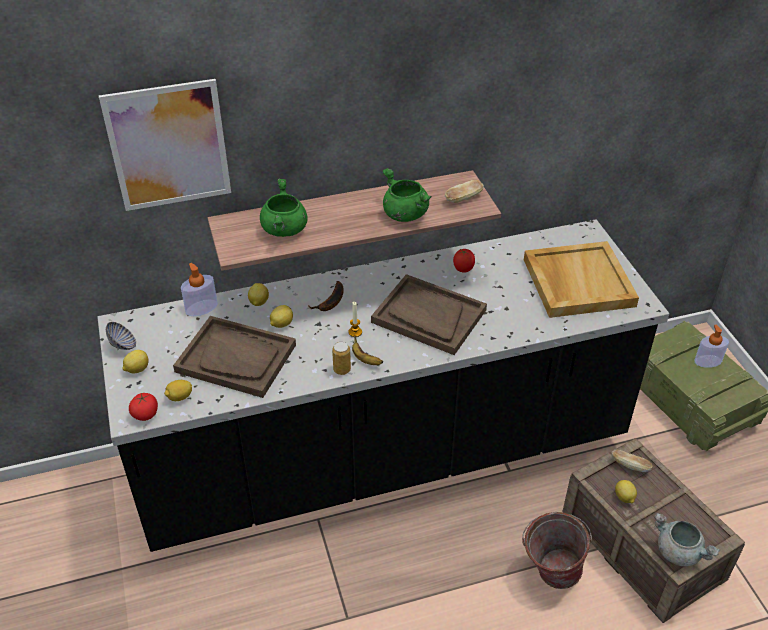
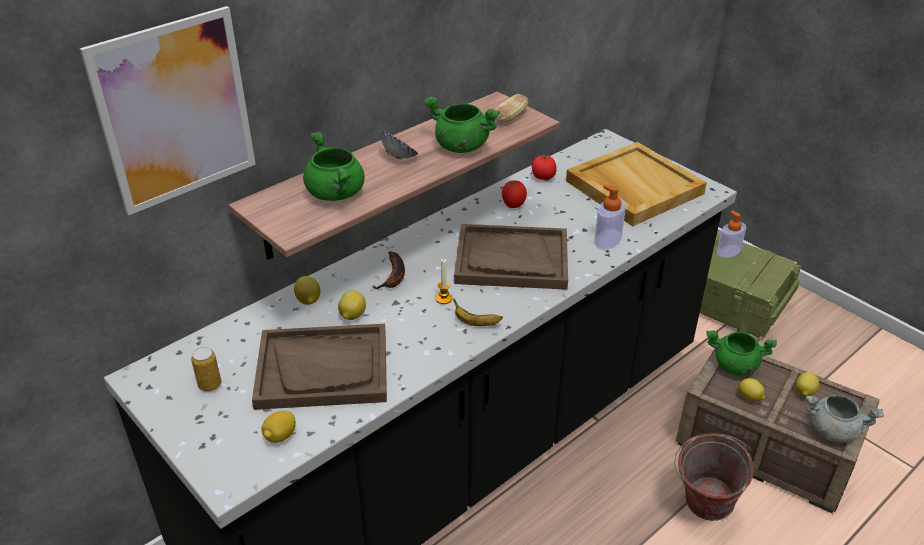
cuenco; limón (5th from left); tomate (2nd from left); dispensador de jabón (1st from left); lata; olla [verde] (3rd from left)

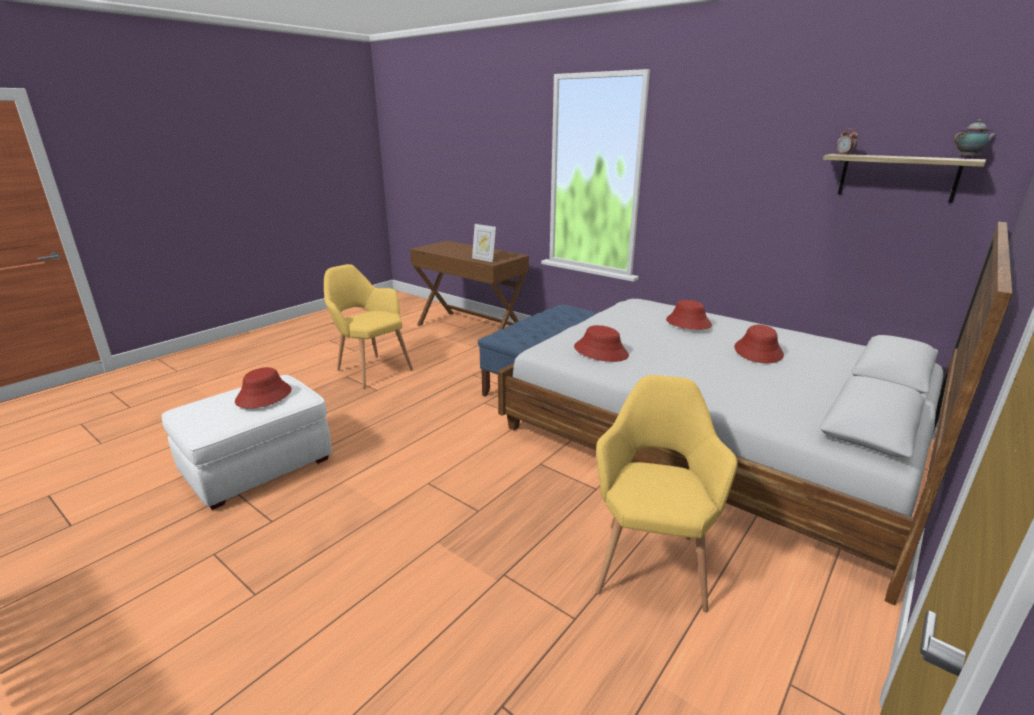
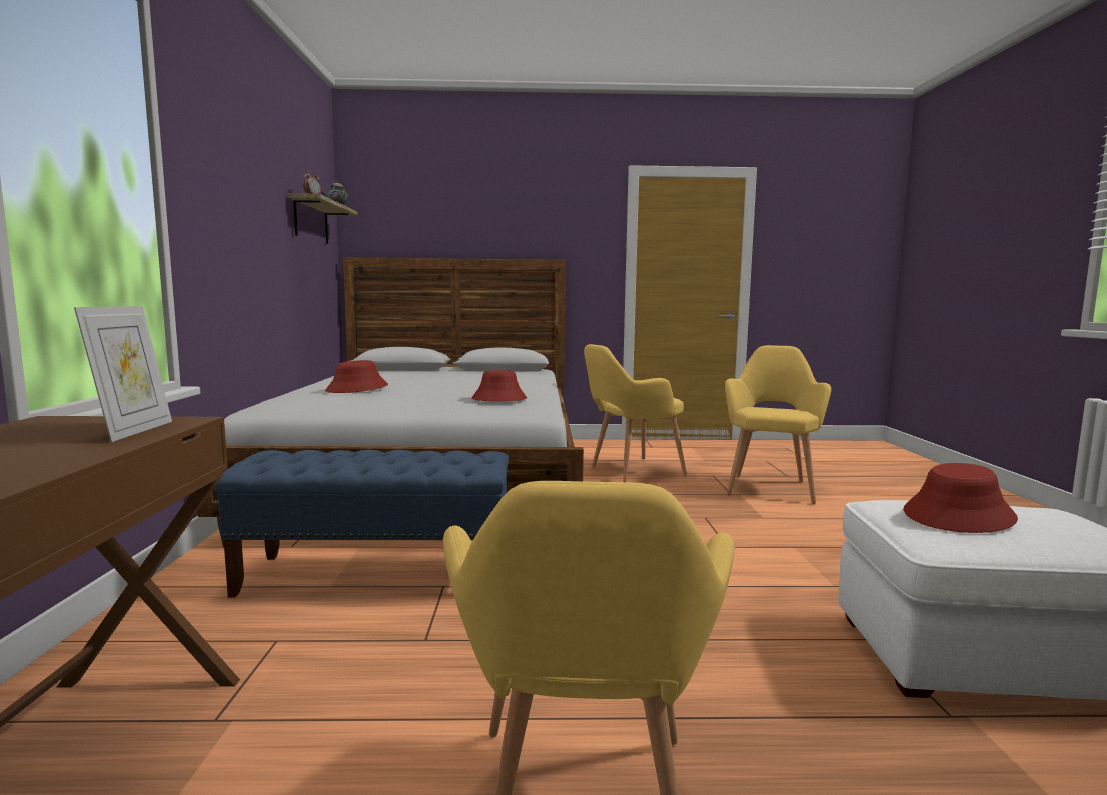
sombrero [rojo] (4th from left in the first image); sillón [amarillo] (3rd from left)

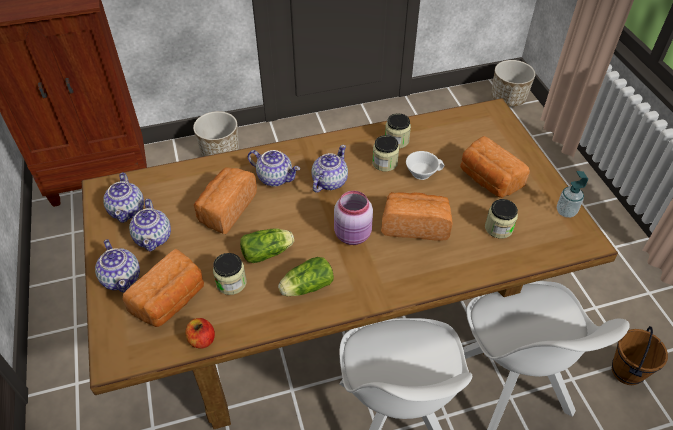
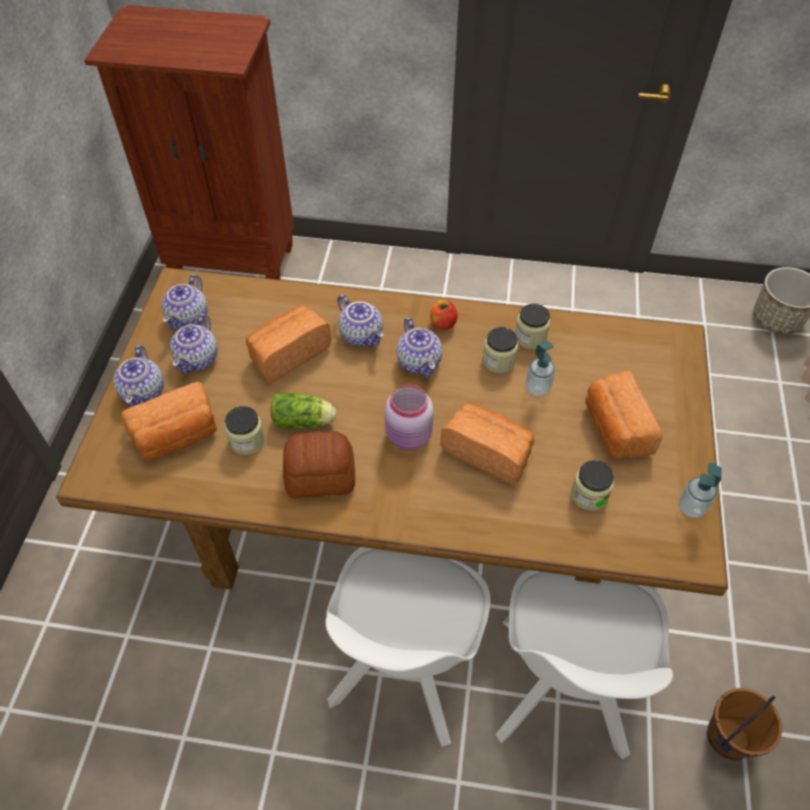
maceta (1st from left in the first image); manzana; pan (3rd from left); dispensador de jabón (1st from left); tetera (5th from left)

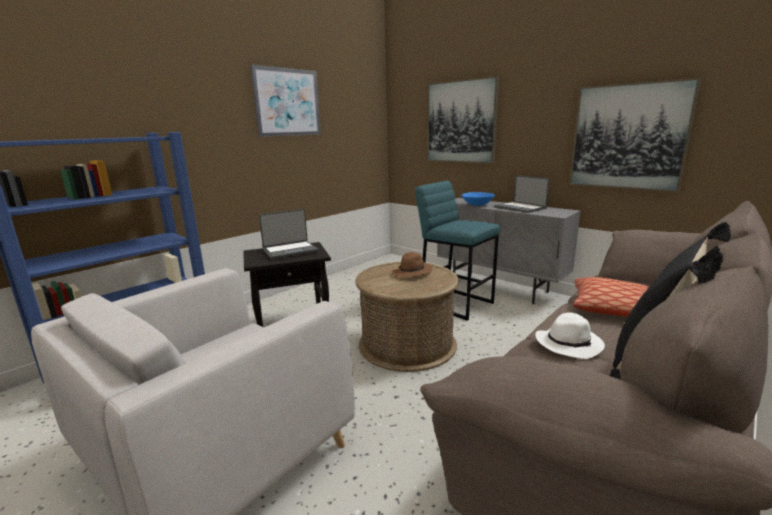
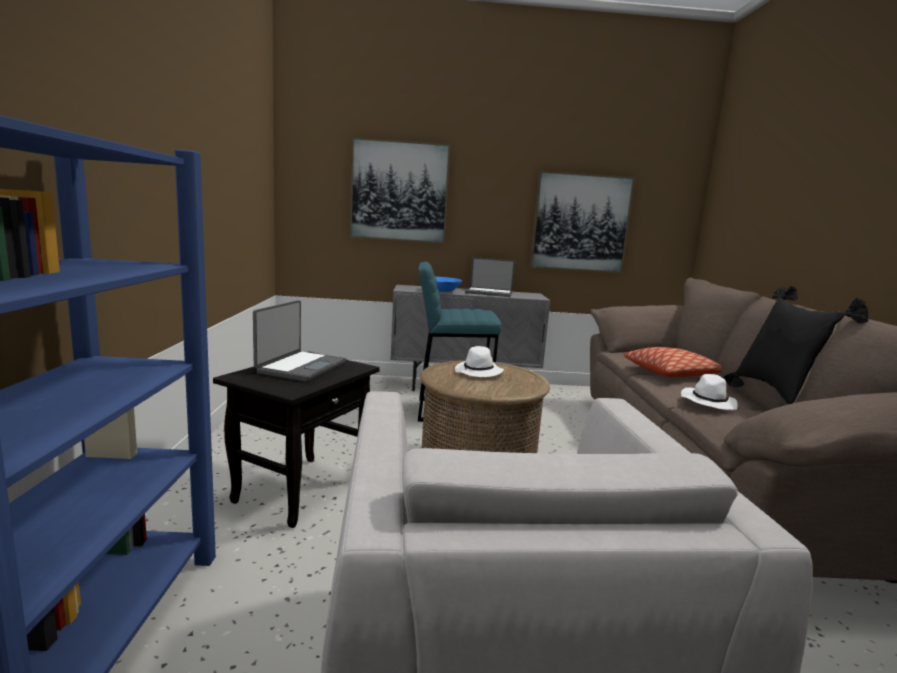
cuadro (1st from left in the first image); sombrero [blanco] (1st from left)

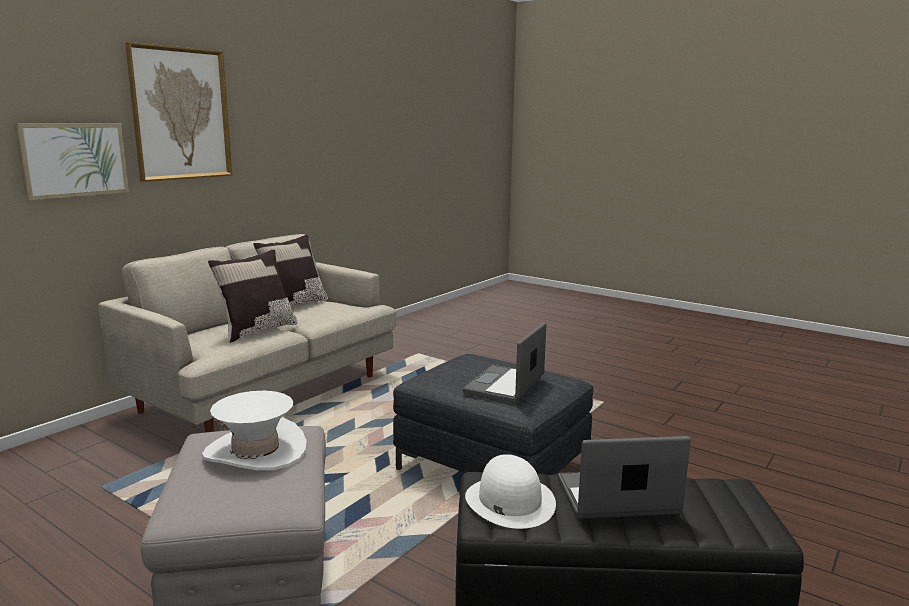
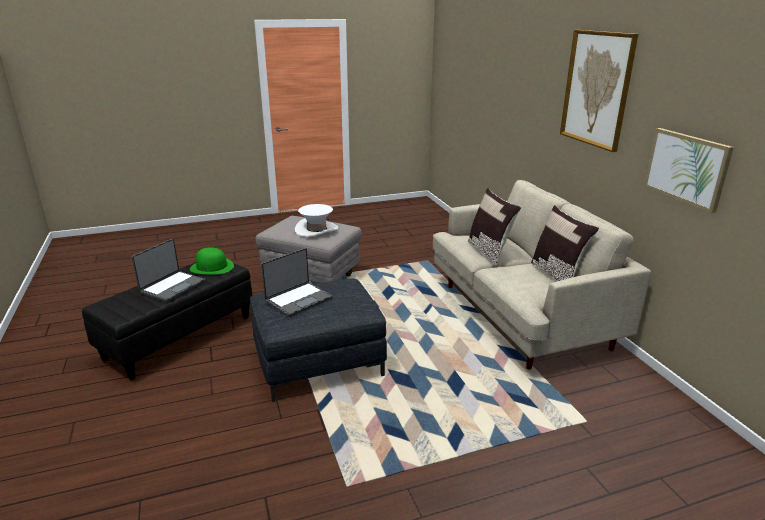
cuadro (2nd from left); sombrero [verde]; portátil (2nd from left)

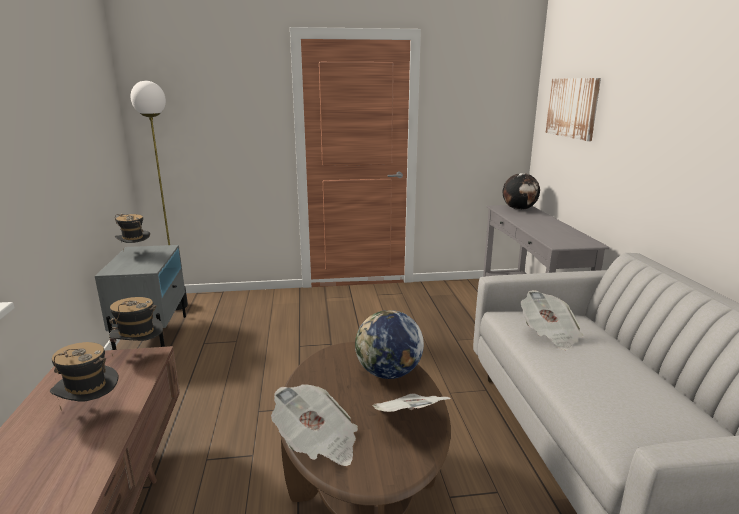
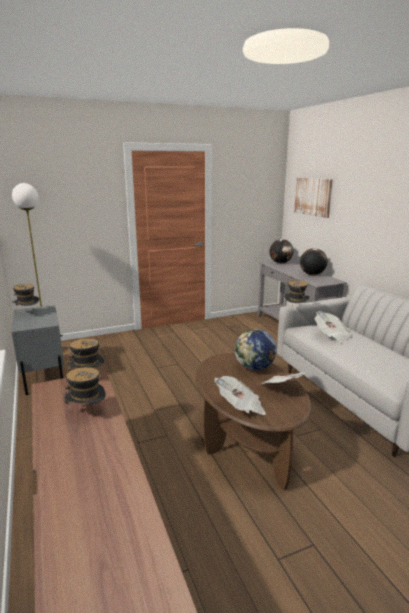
sombrero (4th from left); globo terráqueo (3rd from left)

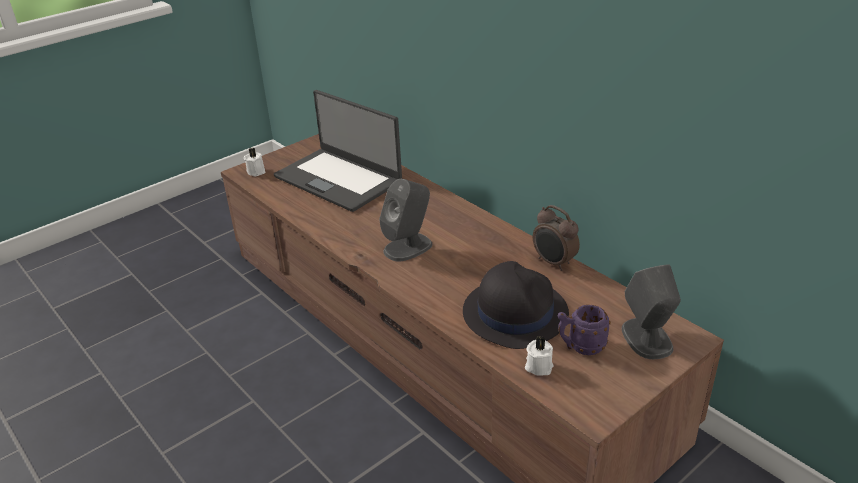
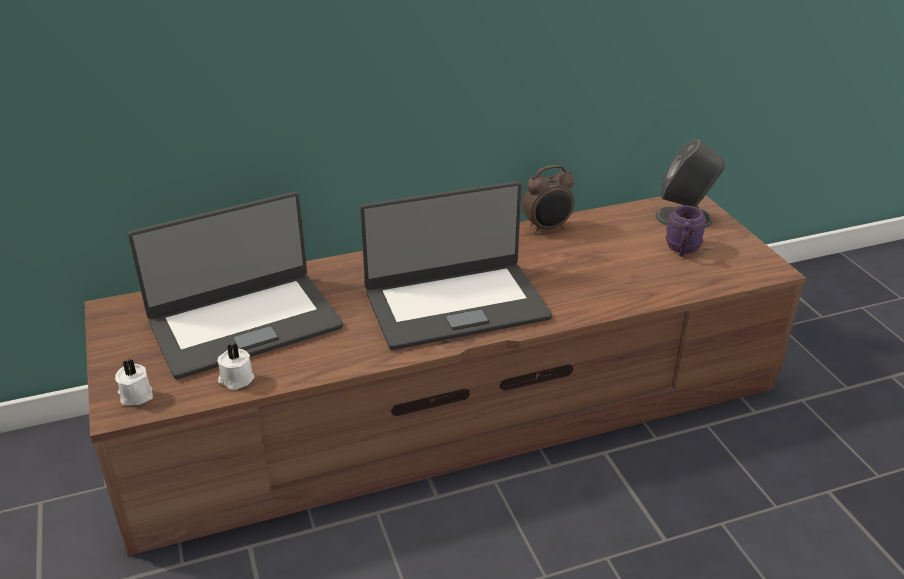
sombrero [negro]; vela [blanco] (2nd from left); portátil (2nd from left)

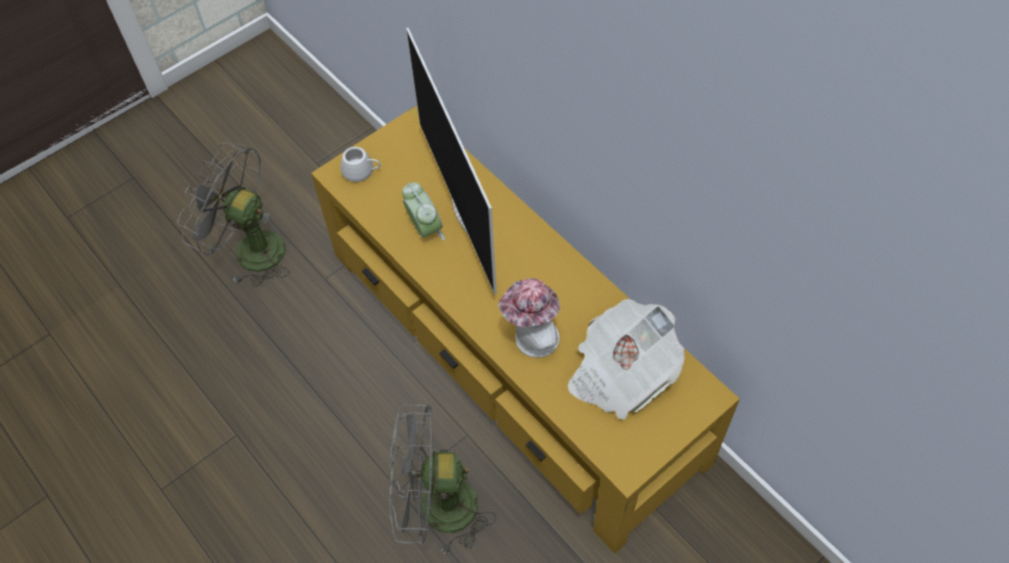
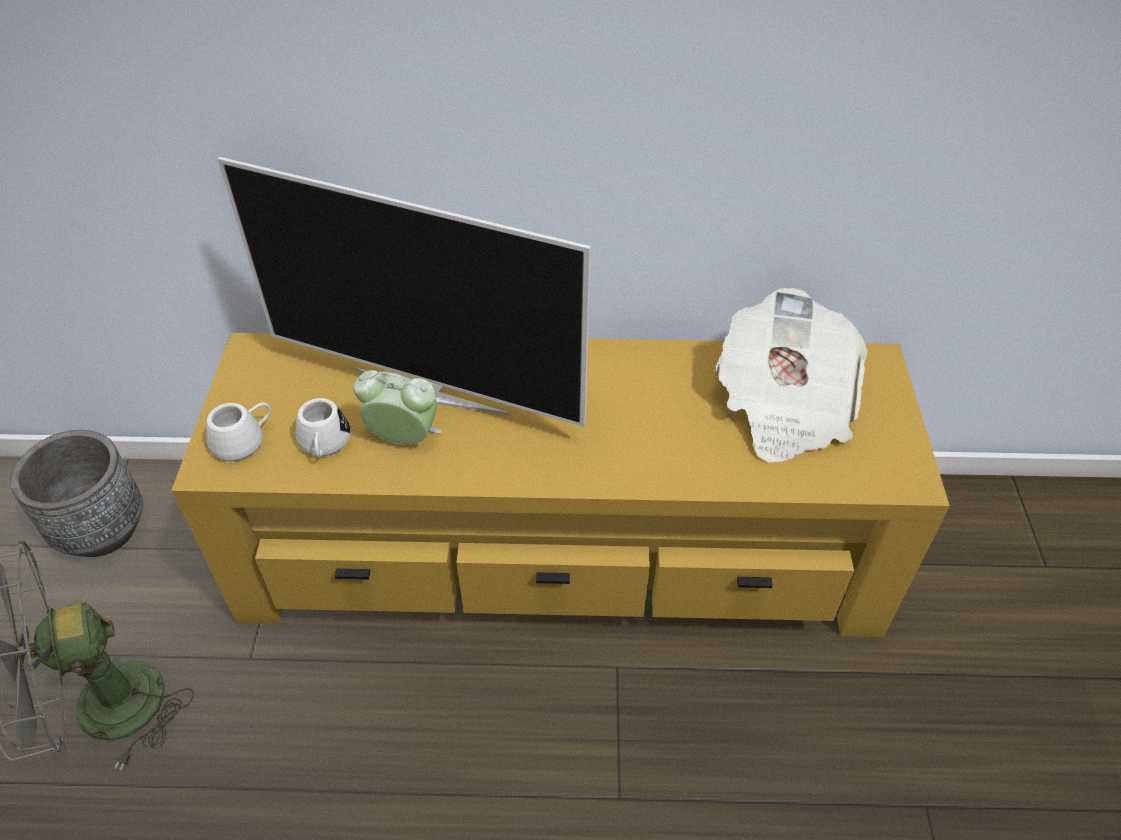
ventilador [gris] (2nd from left in the first image); sombrero; maceta [gris]; taza grande [blanco] (2nd from left)

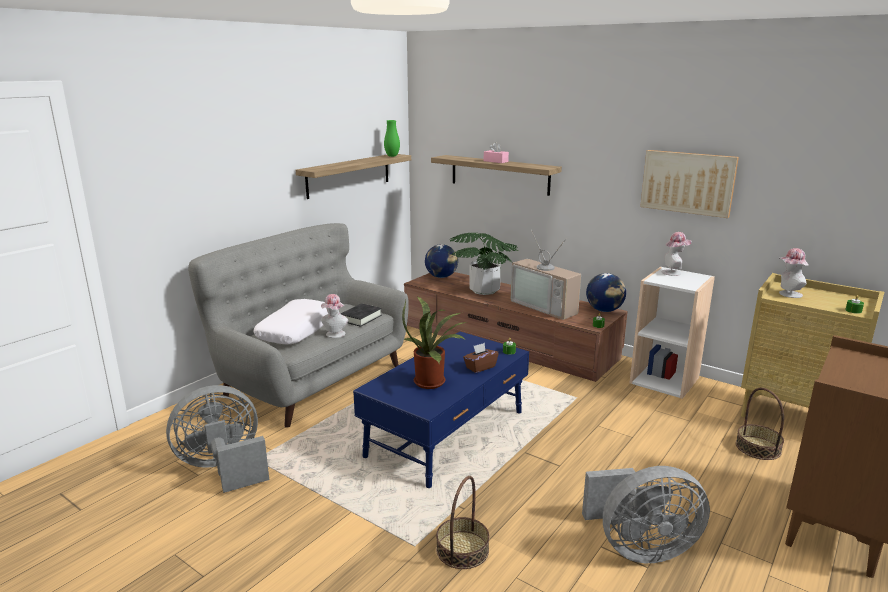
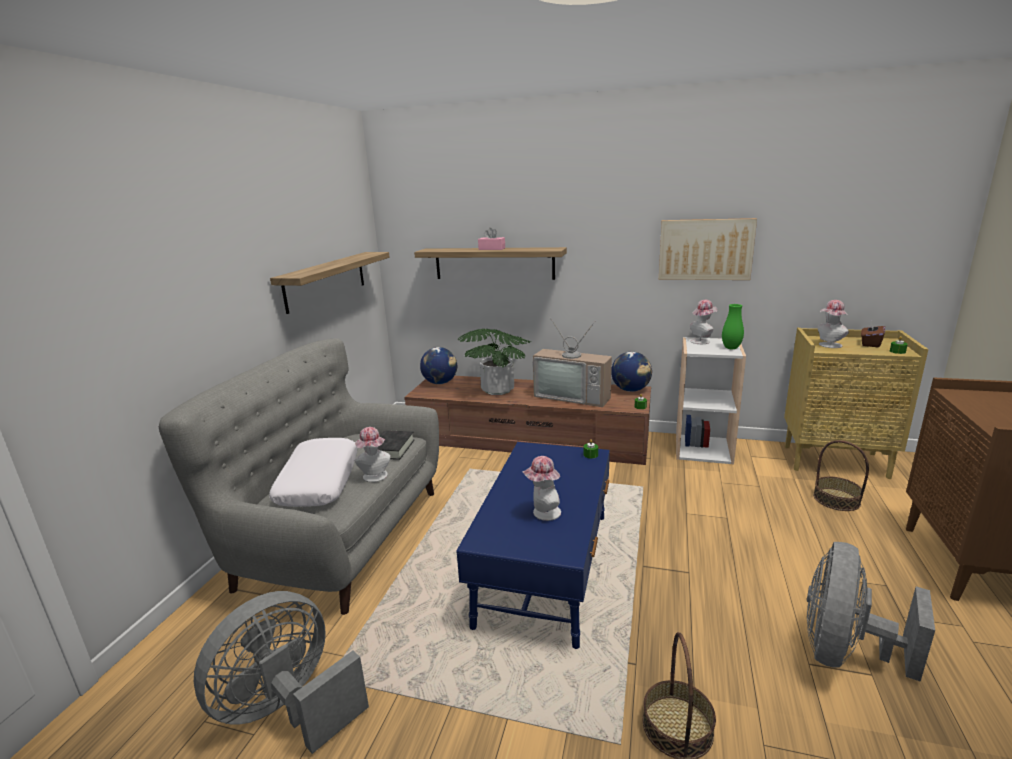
florero [verde]; caja de pañuelos [marrón]; sombrero (2nd from left); ventilador [gris] (2nd from left)

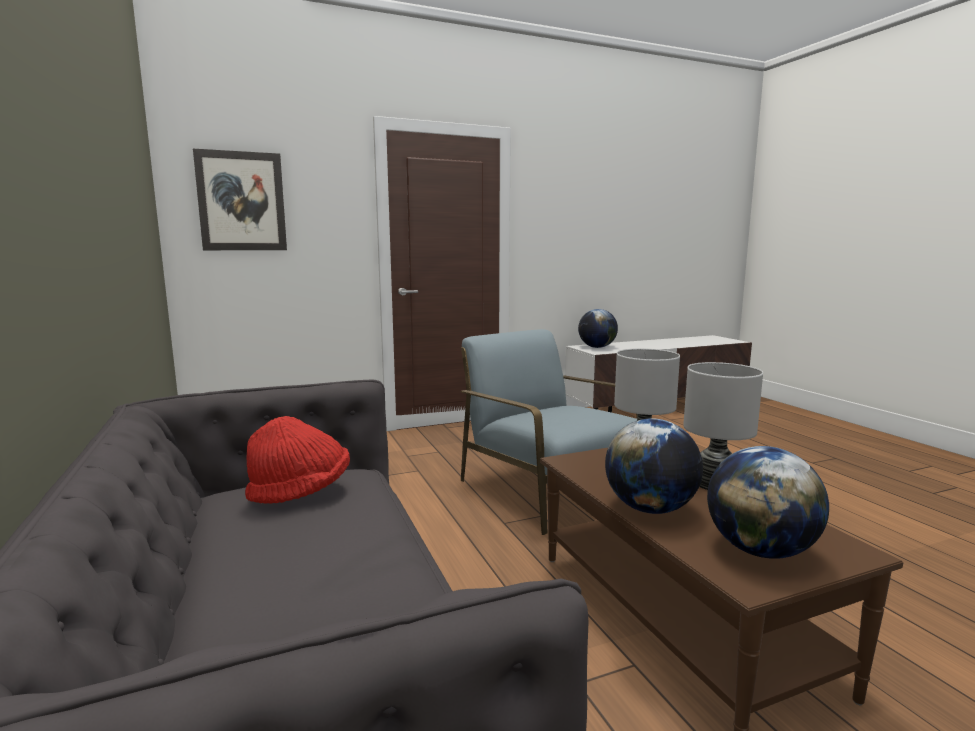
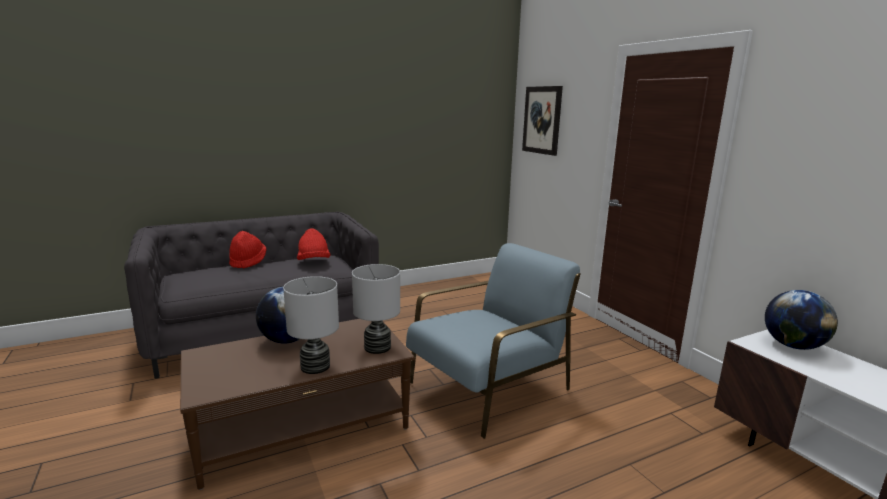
globo terráqueo (3rd from left in the first image); sombrero [rojo] (1st from left)

